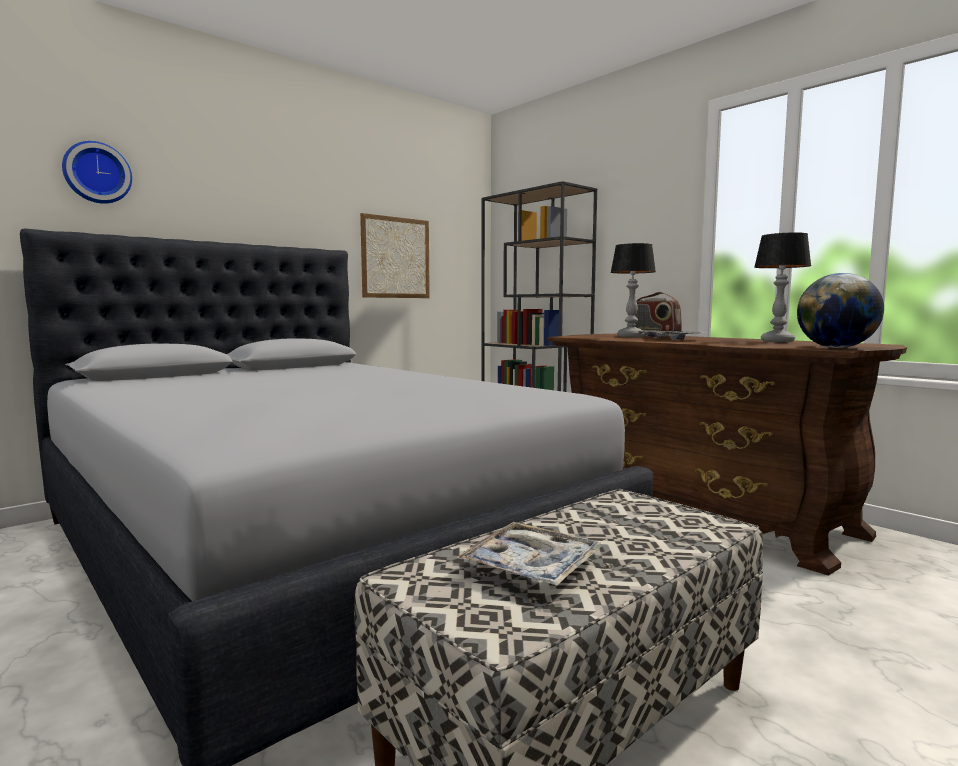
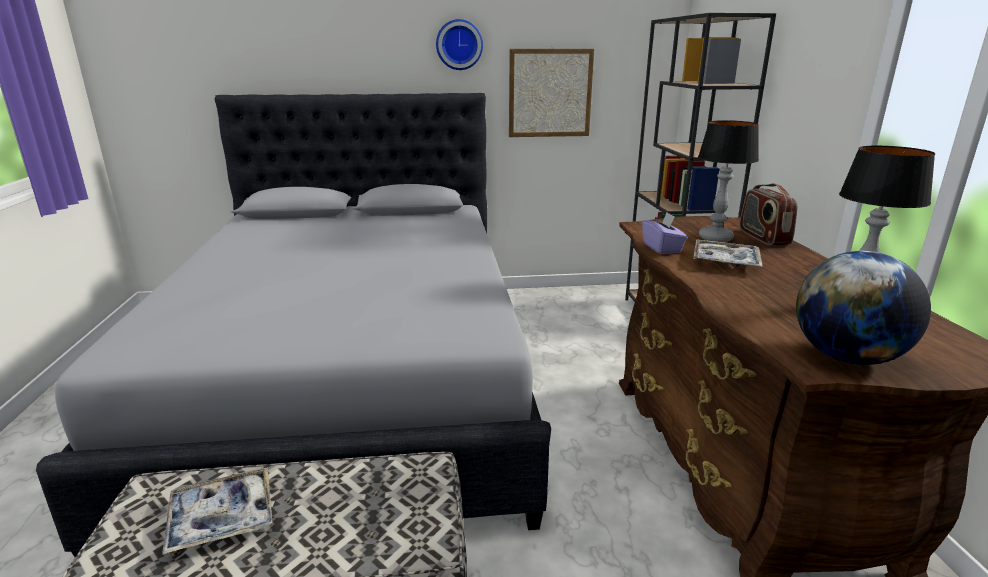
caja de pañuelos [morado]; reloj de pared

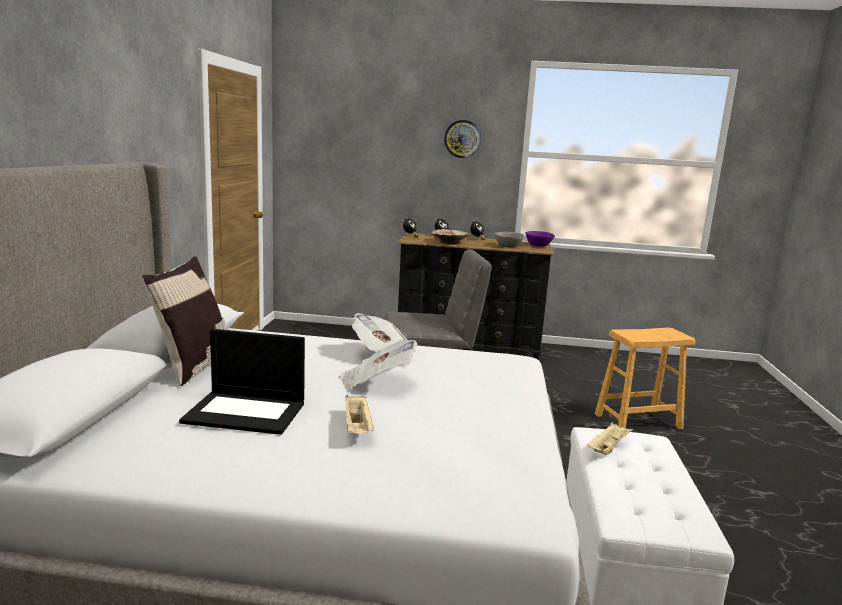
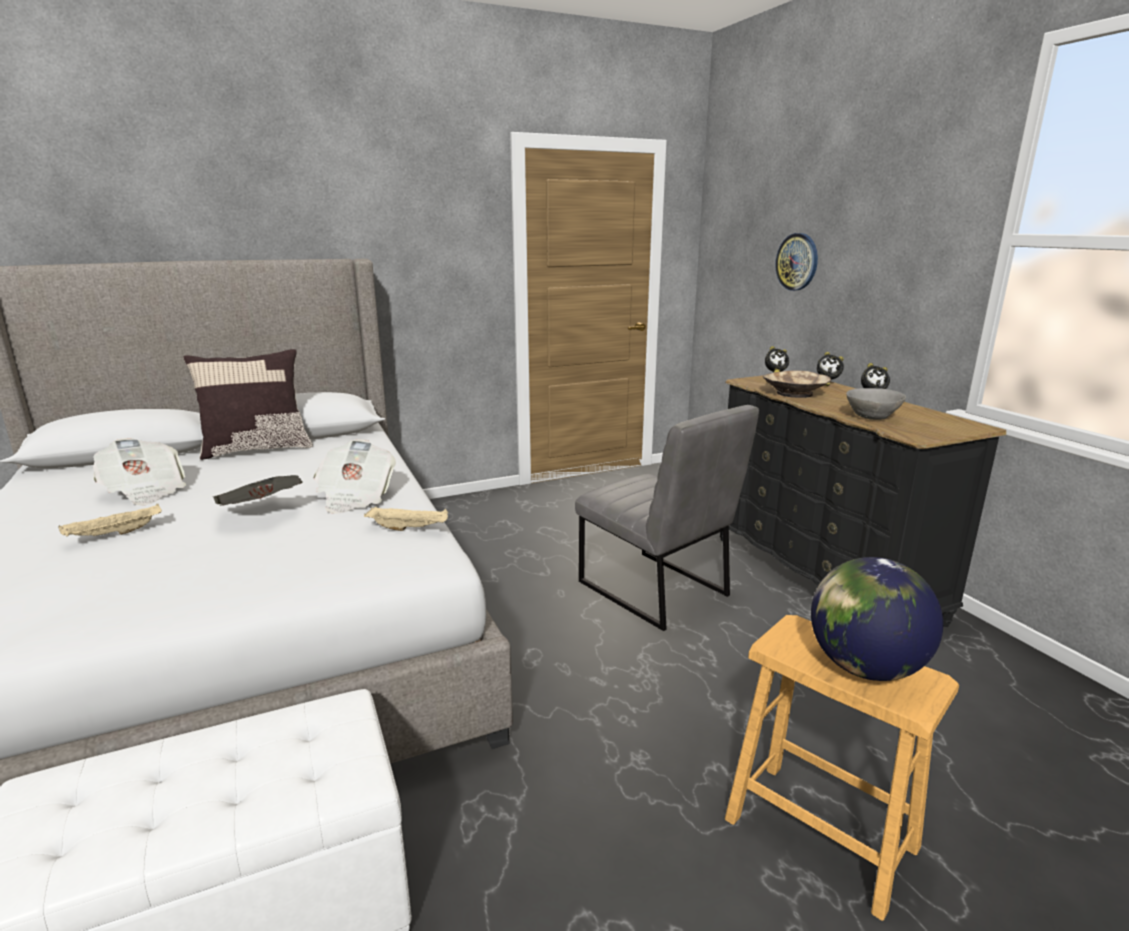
cuenco [morado]; globo terráqueo; reloj de pared; bandeja [beis] (2nd from left); periódico (1st from left)

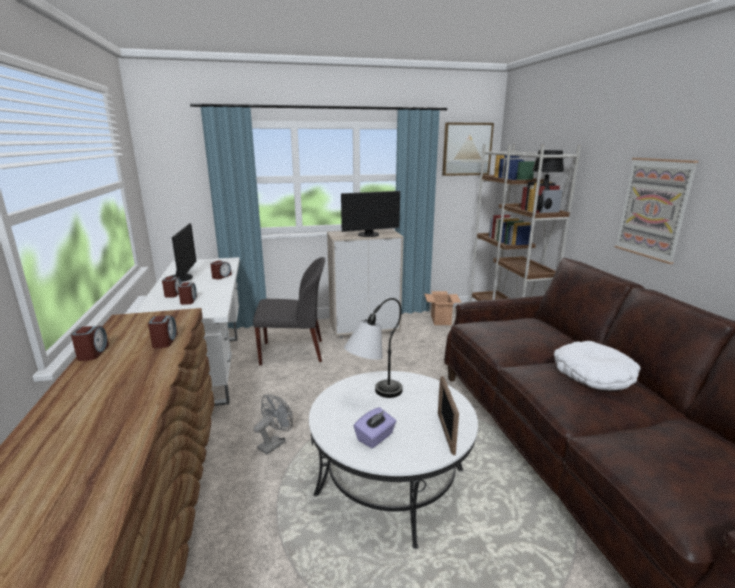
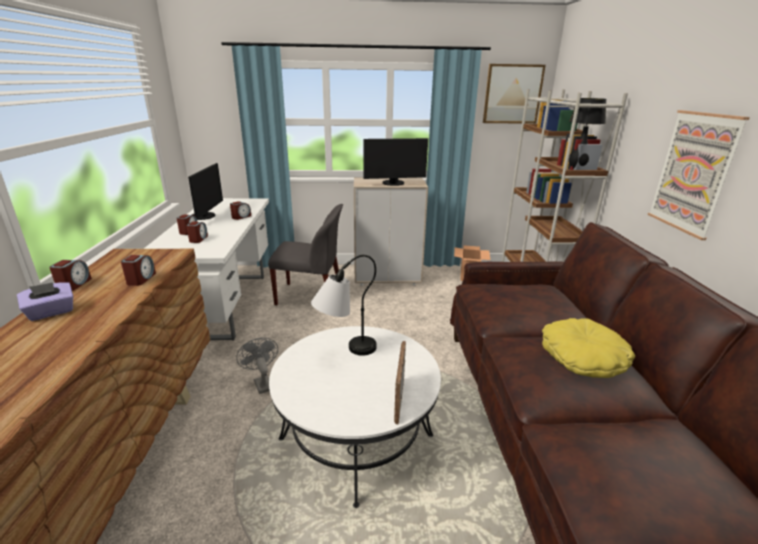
caja de pañuelos [morado]; cojín [amarillo]; ventilador [gris]

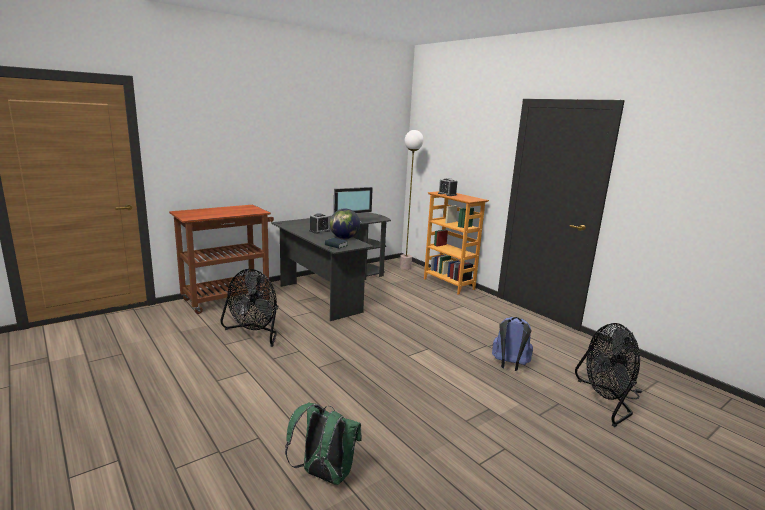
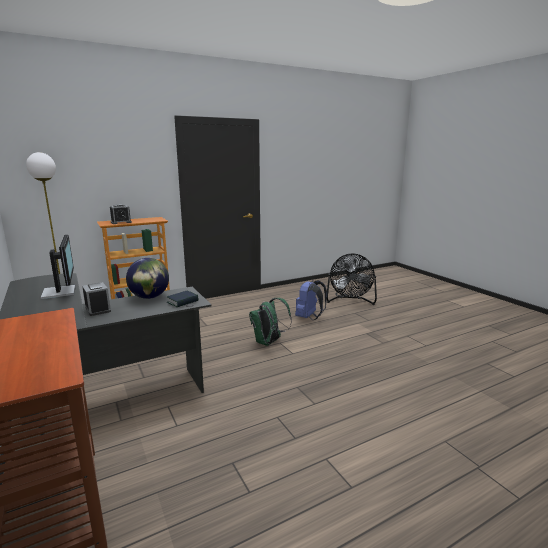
ventilador [negro] (1st from left in the first image); mochila [verde]

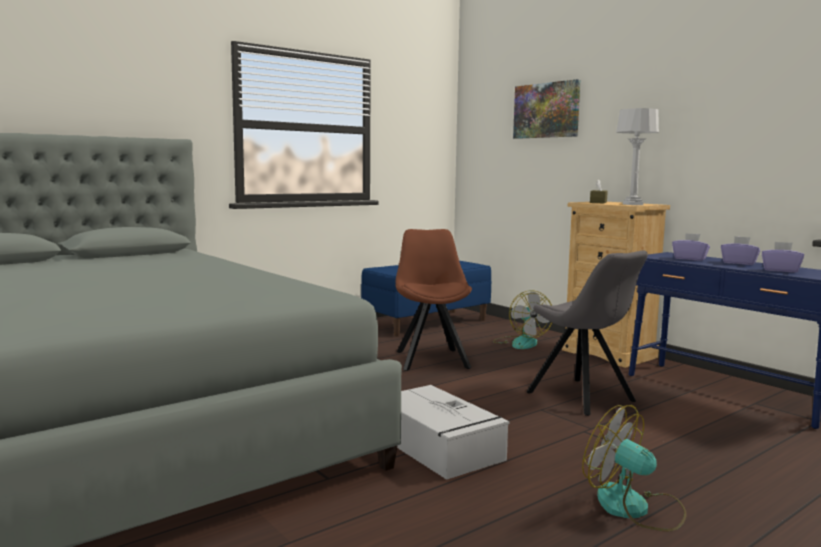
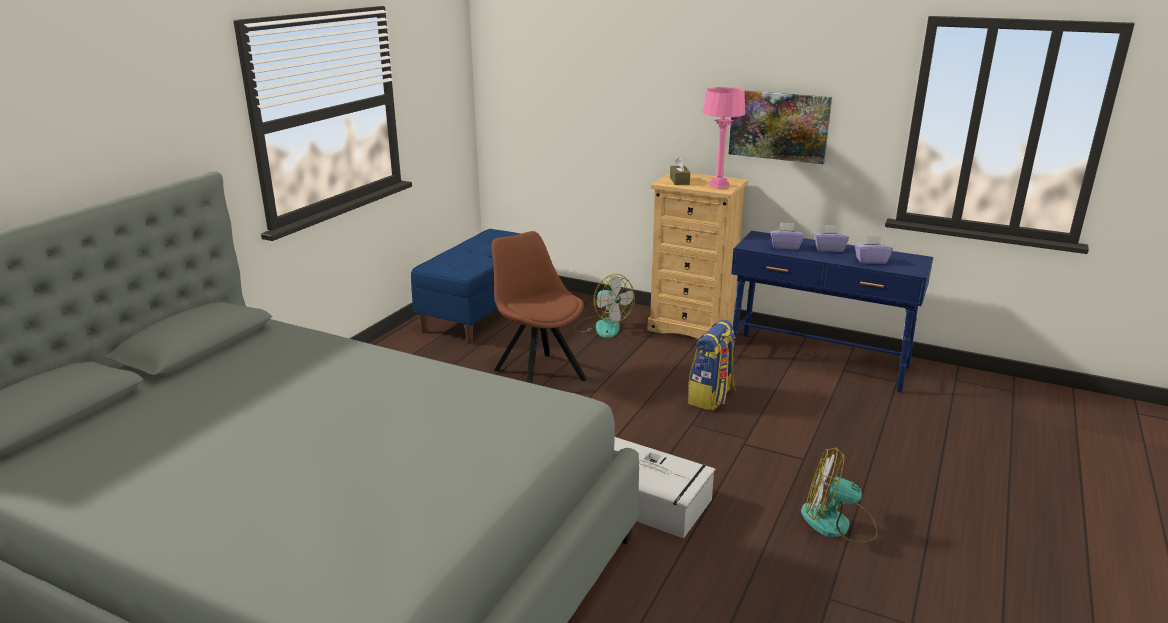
cuadro; mochila; lámpara de mesa [rosa]

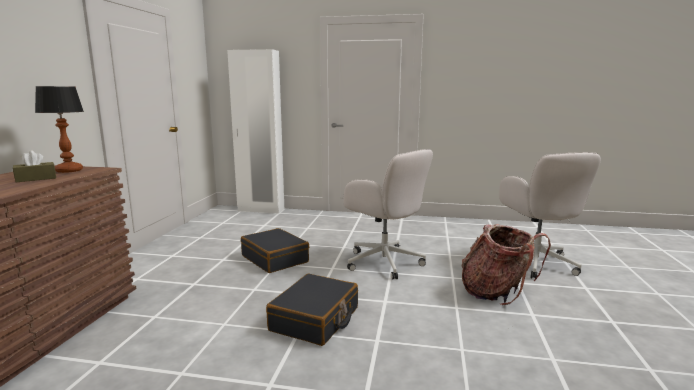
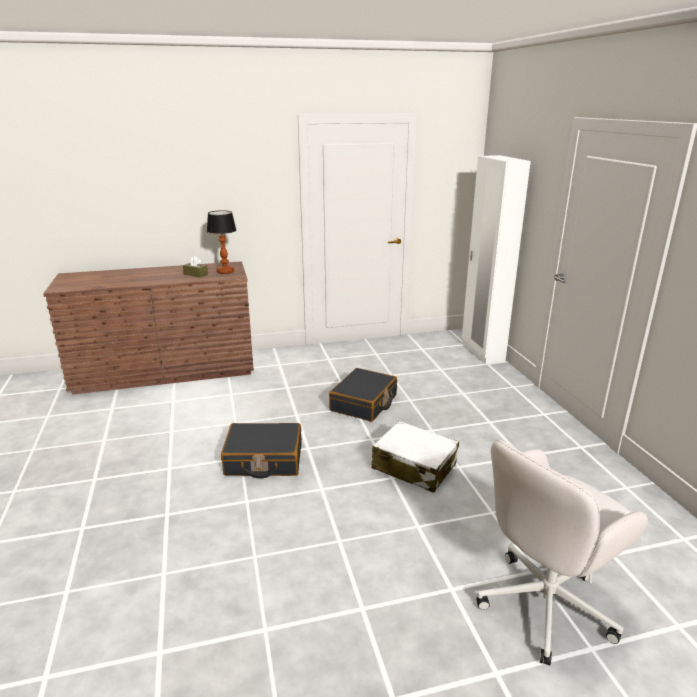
mochila; maleta [blanco]

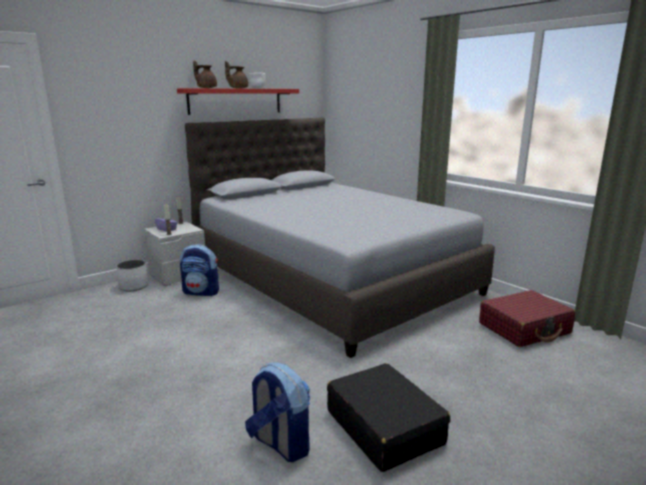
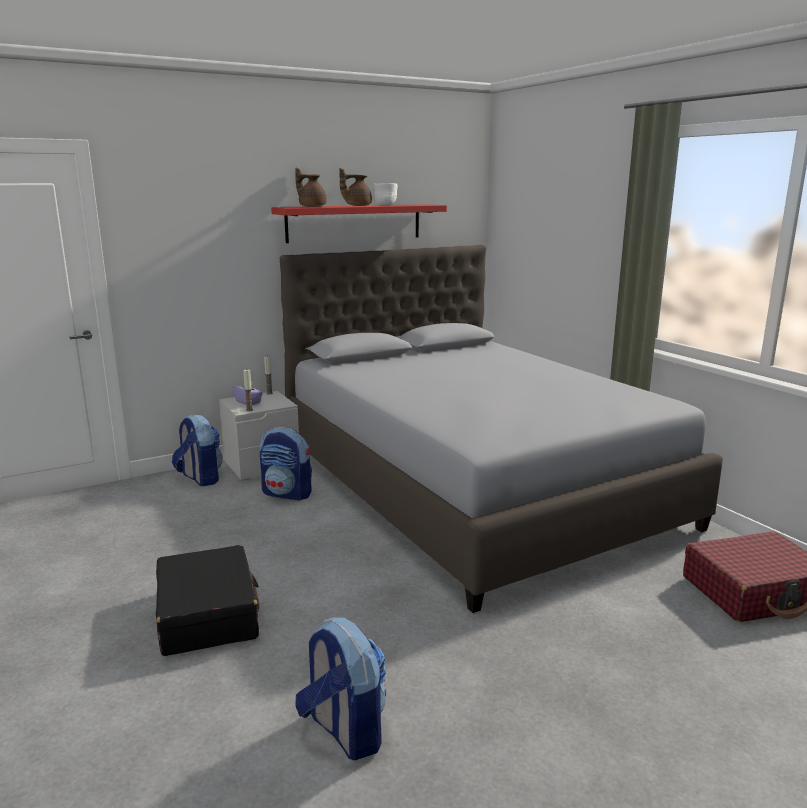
maleta [negro]; mochila (1st from left)

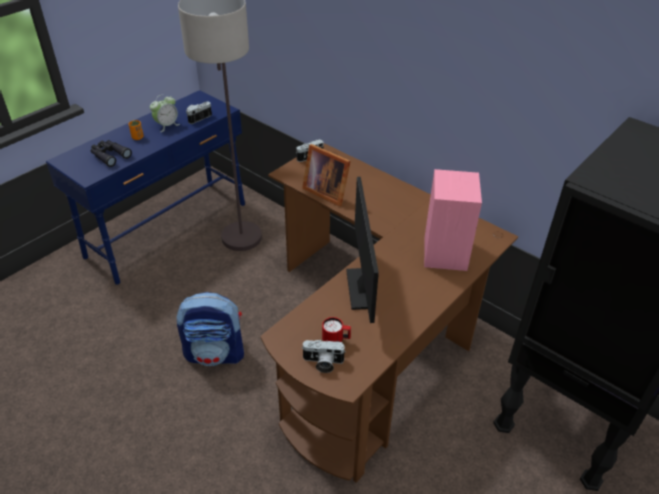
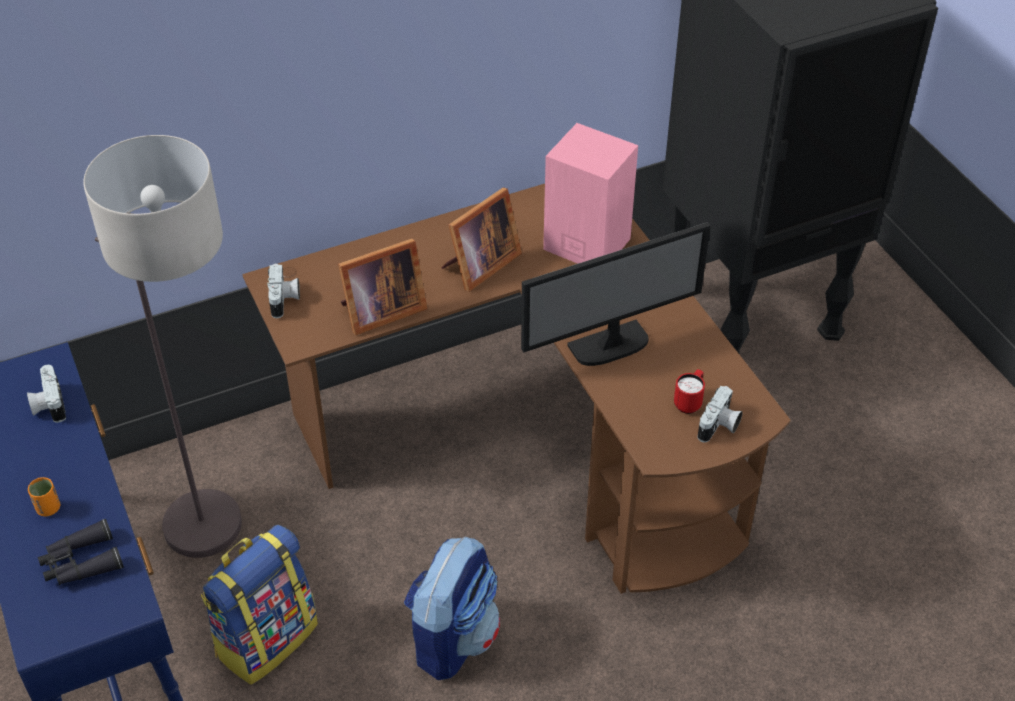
despertador; mochila (1st from left); portarretratos (2nd from left); monitor

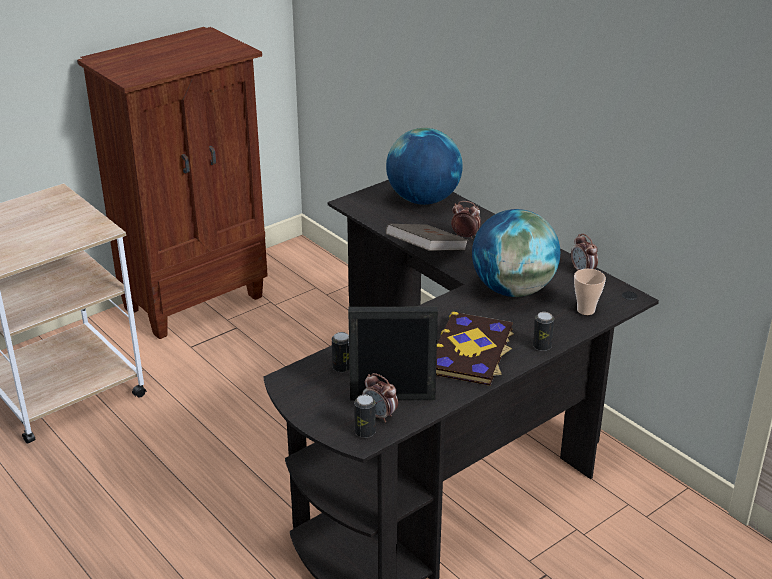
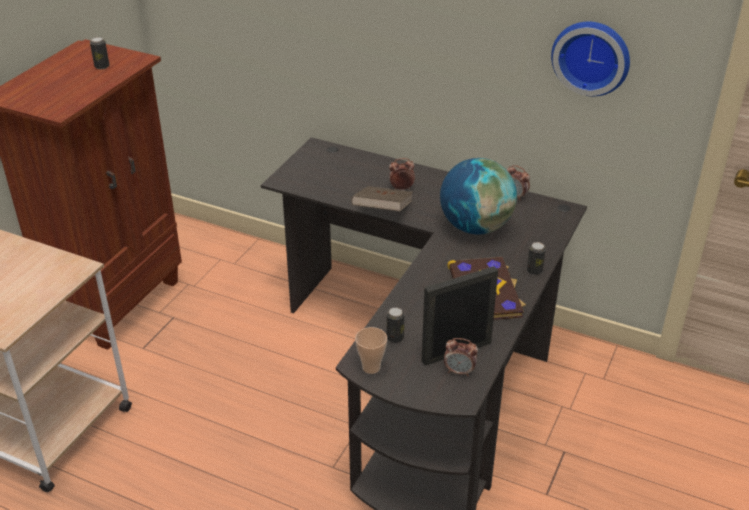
globo terráqueo (1st from left in the first image); reloj de pared; lata (1st from left); taza

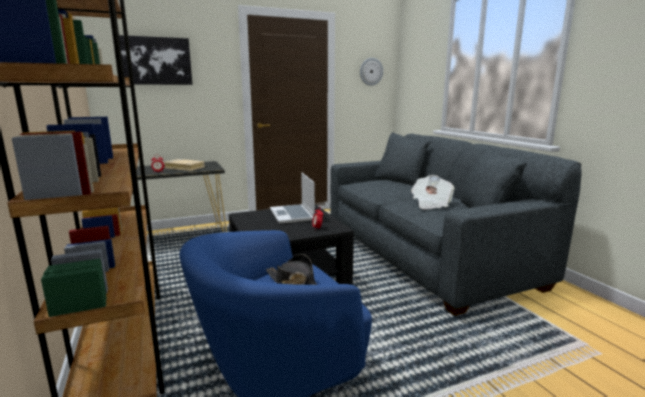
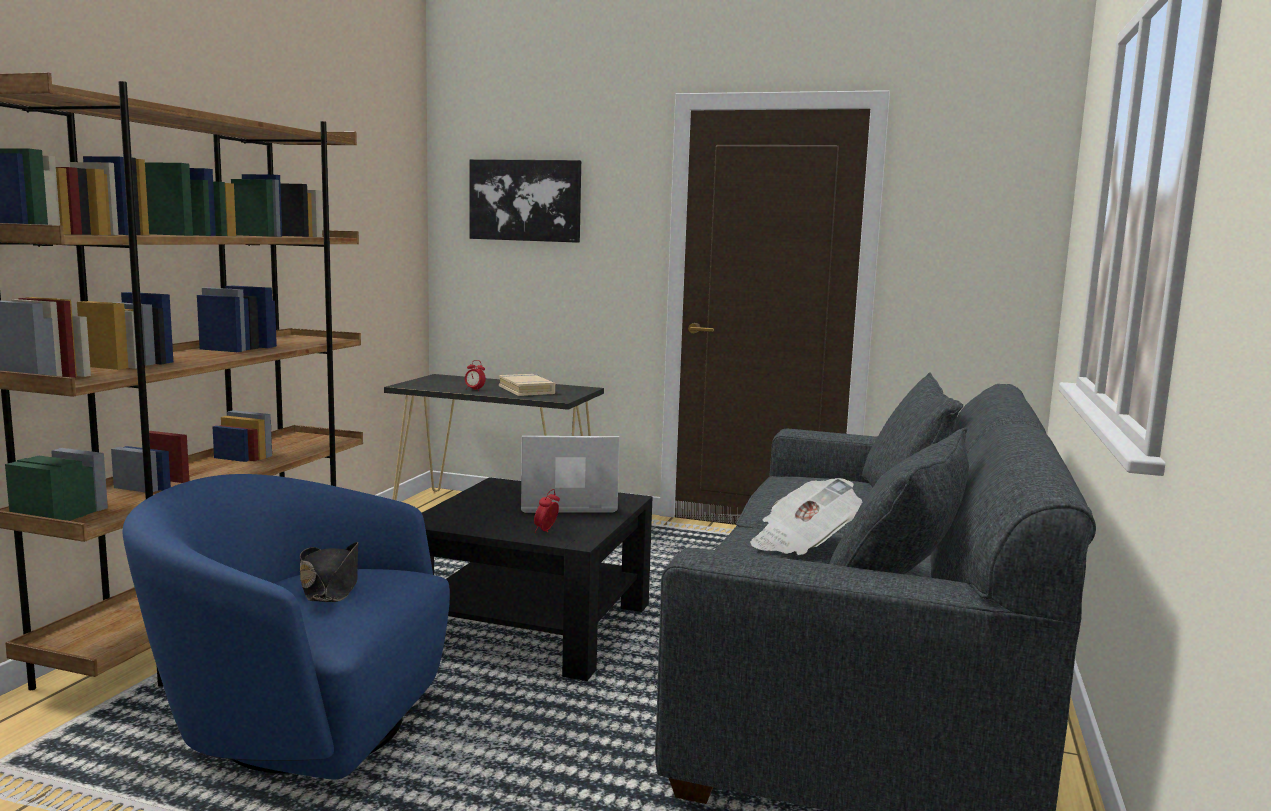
reloj de pared; portátil

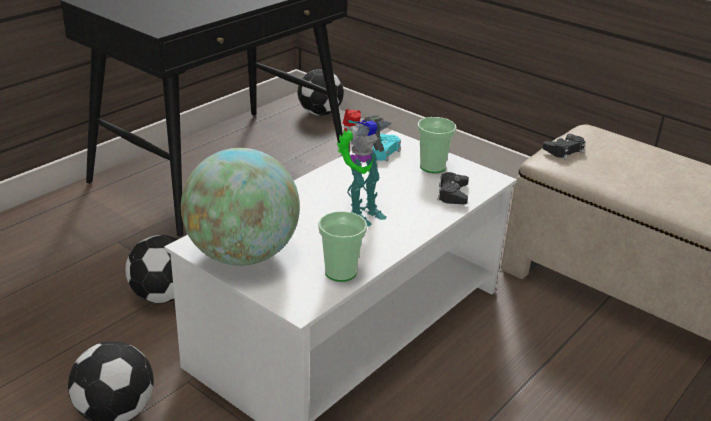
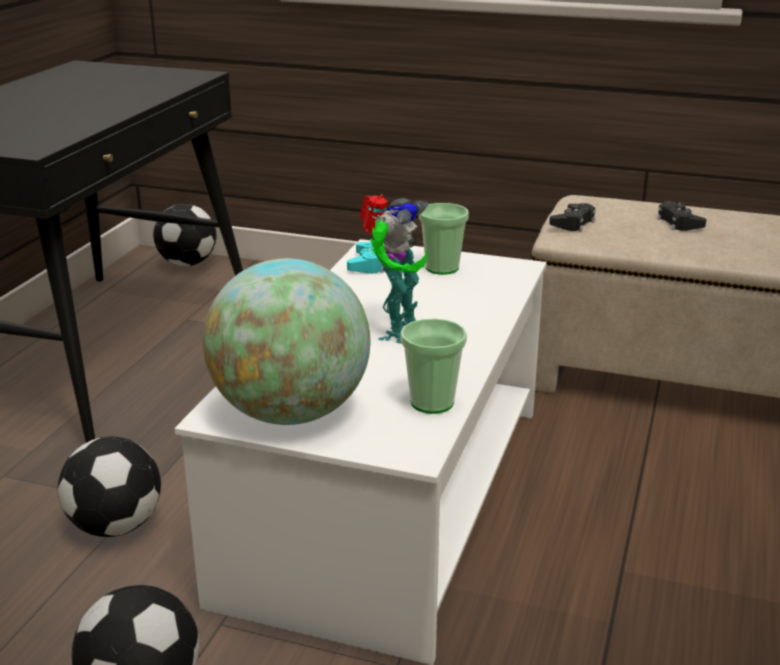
mando de consola [negro] (2nd from left)

